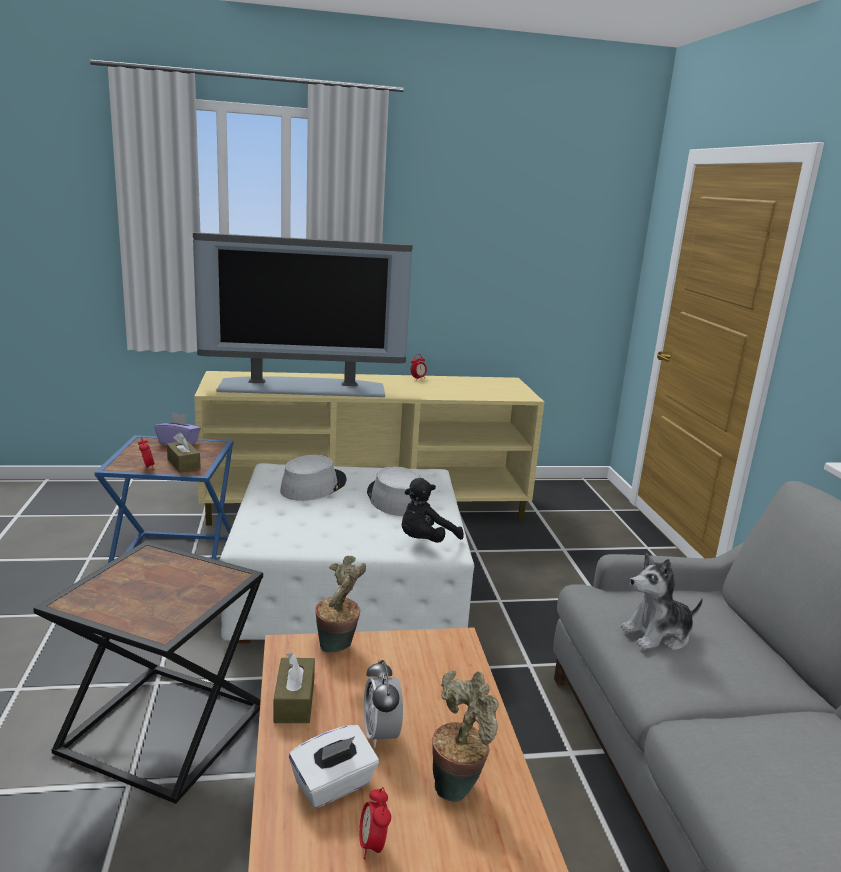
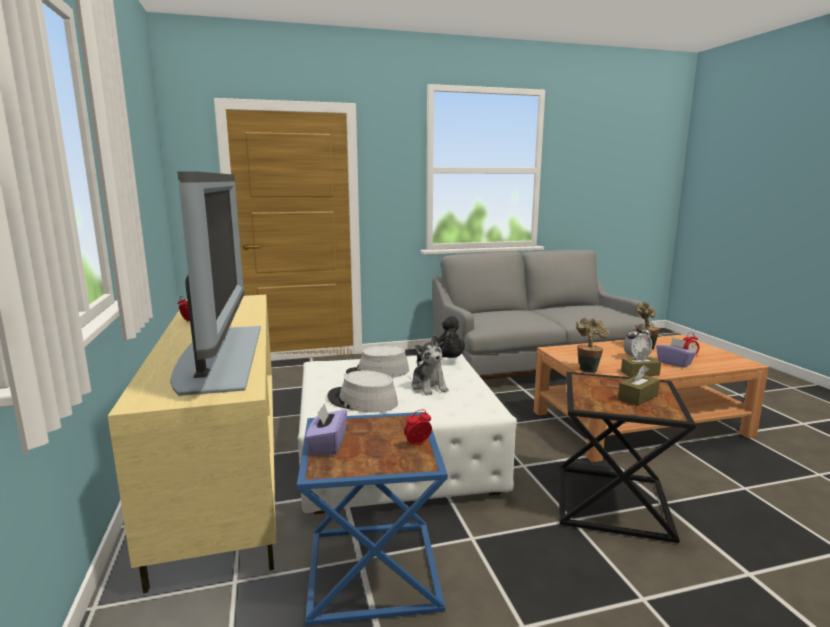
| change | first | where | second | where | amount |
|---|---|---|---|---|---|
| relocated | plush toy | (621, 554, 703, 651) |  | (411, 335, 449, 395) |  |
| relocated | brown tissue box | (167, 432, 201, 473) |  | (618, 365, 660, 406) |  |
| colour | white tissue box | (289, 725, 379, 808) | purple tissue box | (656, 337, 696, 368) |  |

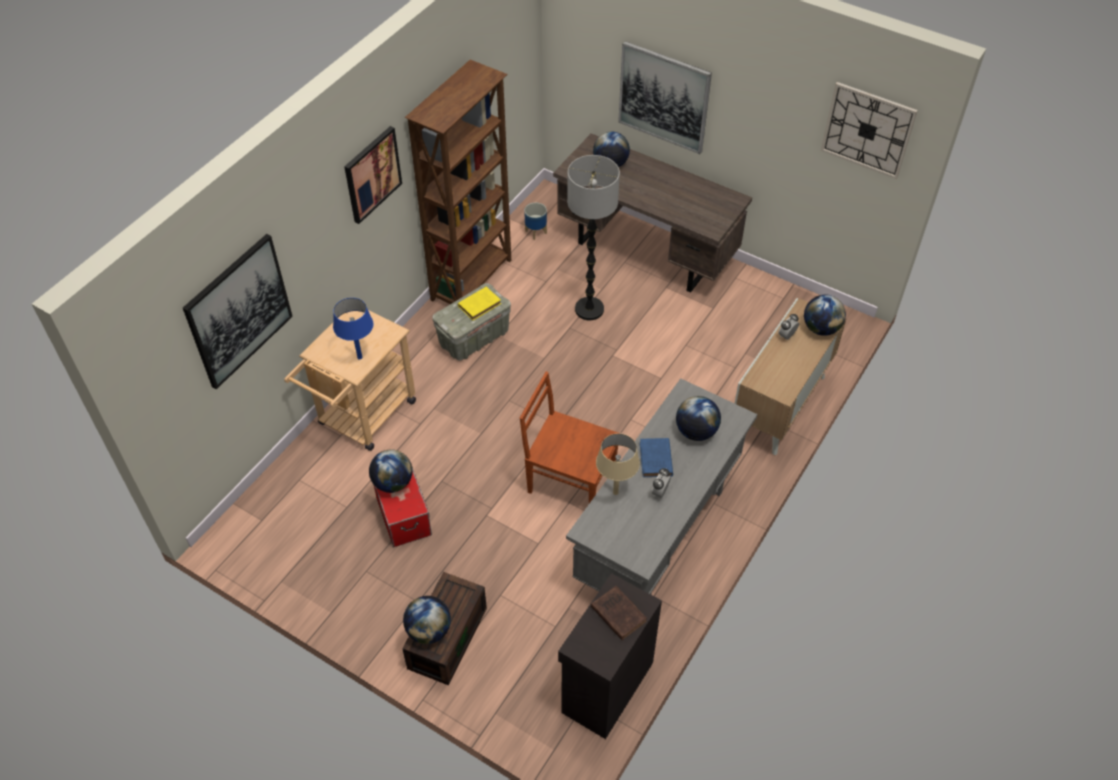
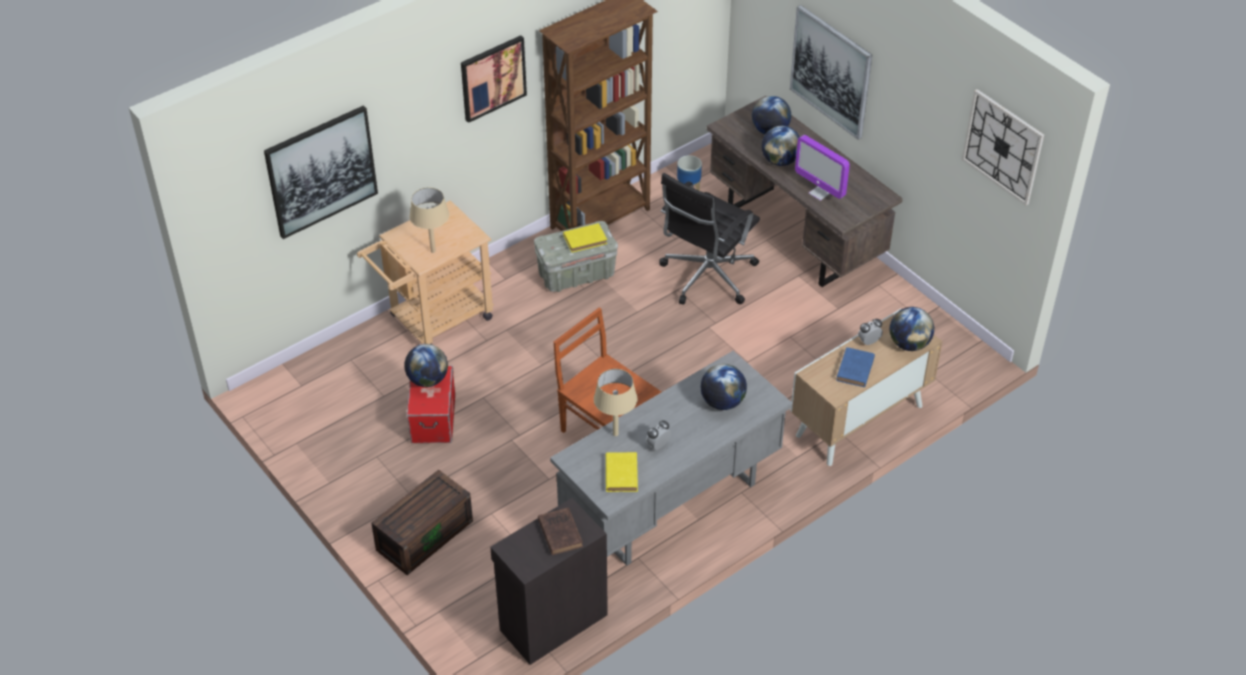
| change | first | where | second | where | amount |
|---|---|---|---|---|---|
| colour | blue table lamp | (333, 298, 373, 359) | beige table lamp | (409, 187, 449, 253) |  |
| appeared |  |  | yellow book | (606, 452, 638, 492) |  |
| exchanged | floor lamp | (567, 155, 620, 320) | black office chair | (659, 173, 760, 305) |  |
| relocated | globe | (403, 596, 451, 644) |  | (761, 126, 800, 166) |  |
| appeared |  |  | monitor | (795, 135, 850, 201) |  |
| relocated | blue book | (640, 438, 673, 477) |  | (836, 347, 875, 387) |  |

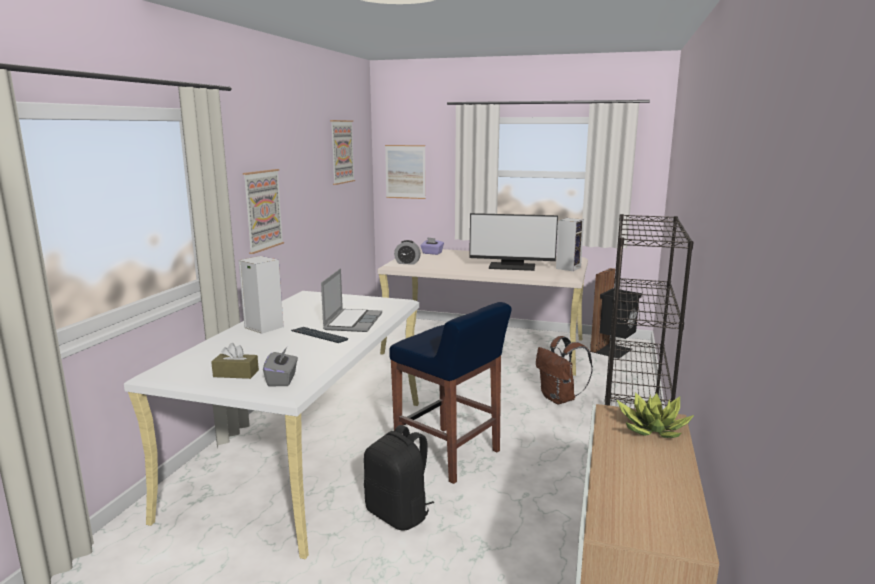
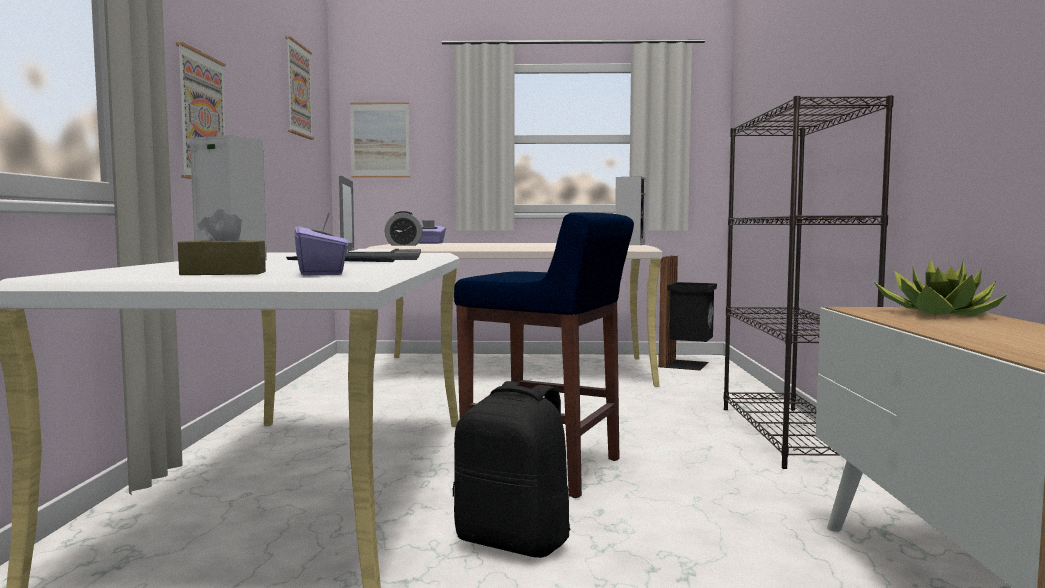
| change | first | where | second | where | amount |
|---|---|---|---|---|---|
| colour | grey tissue box | (263, 347, 298, 386) | purple tissue box | (294, 212, 349, 276) |  |
| missing | monitor | (469, 213, 558, 271) |  |  |  |
| missing | brown backpack | (536, 336, 593, 404) |  |  |  |

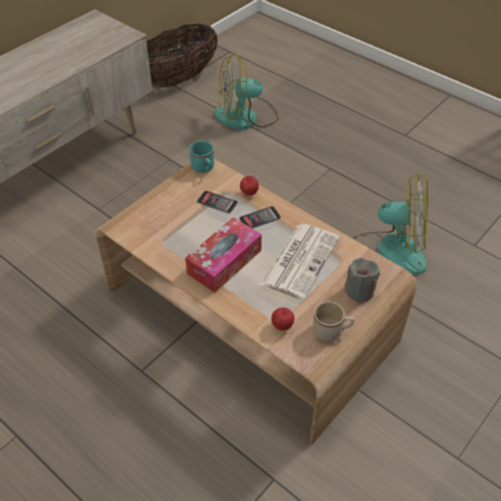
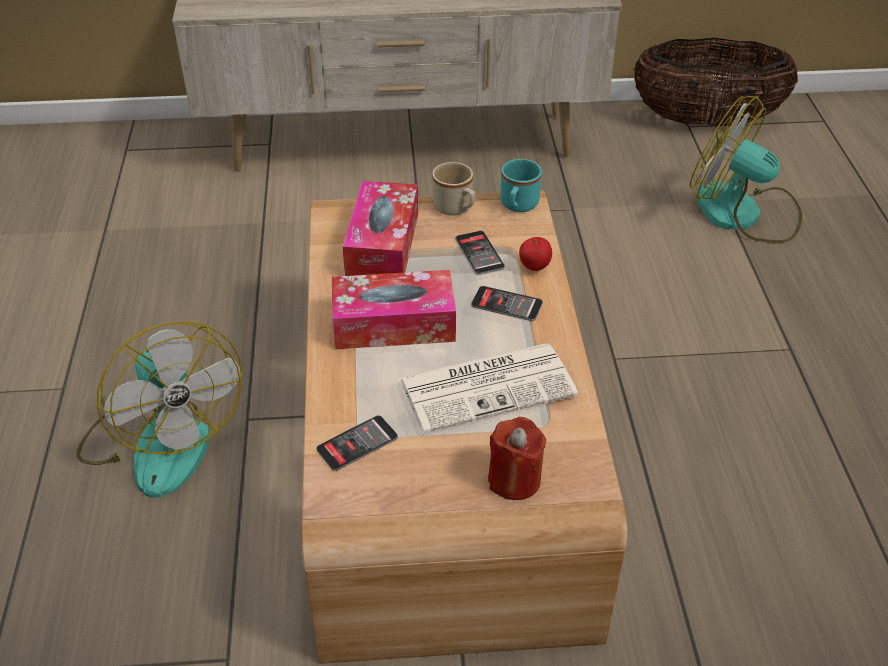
| change | first | where | second | where | amount |
|---|---|---|---|---|---|
| relocated | fan | (353, 174, 428, 274) |  | (76, 321, 243, 498) |  |
| exchanged | apple | (271, 308, 295, 331) | phone | (316, 415, 398, 471) |  |
| appeared |  |  | tissue box | (343, 181, 418, 276) |  |
| relocated | beige mug | (313, 301, 354, 341) |  | (432, 162, 475, 216) |  |
| colour | grey candle | (345, 258, 380, 302) | red candle | (488, 417, 546, 500) |  |

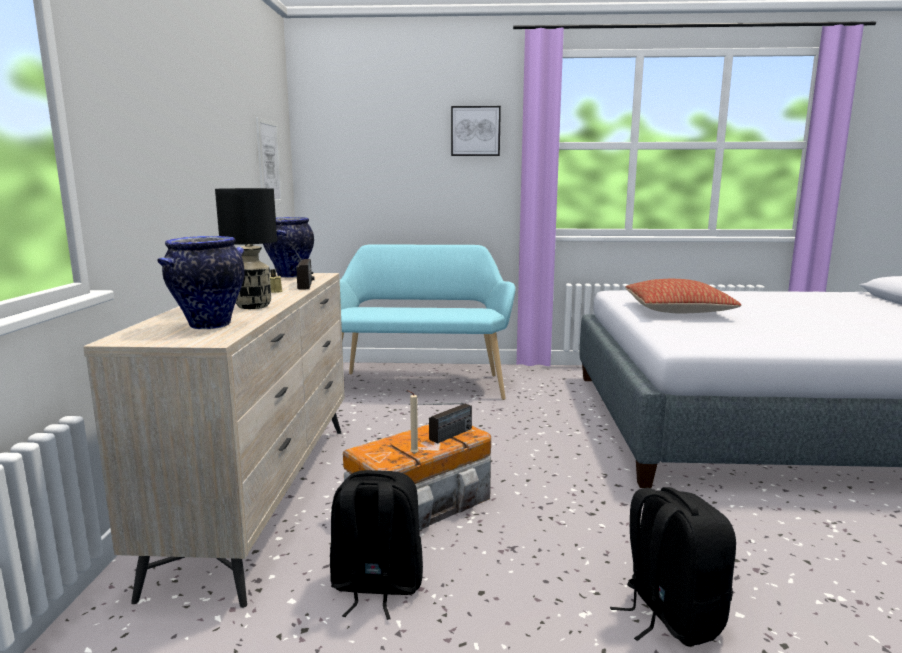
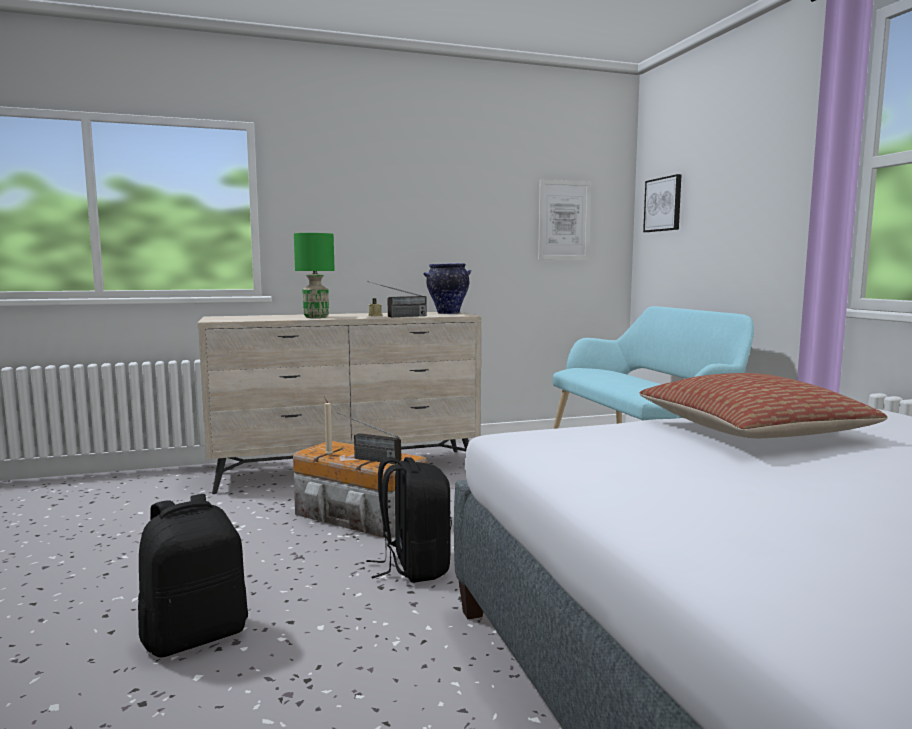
| change | first | where | second | where | amount |
|---|---|---|---|---|---|
| colour | black table lamp | (215, 188, 277, 309) | green table lamp | (294, 233, 335, 318) |  |
| relocated | black backpack | (330, 470, 423, 620) |  | (366, 457, 452, 583) |  |
| relocated | picture | (451, 106, 501, 156) |  | (643, 174, 682, 232) |  |
| missing | vase | (157, 236, 245, 329) |  |  |  |

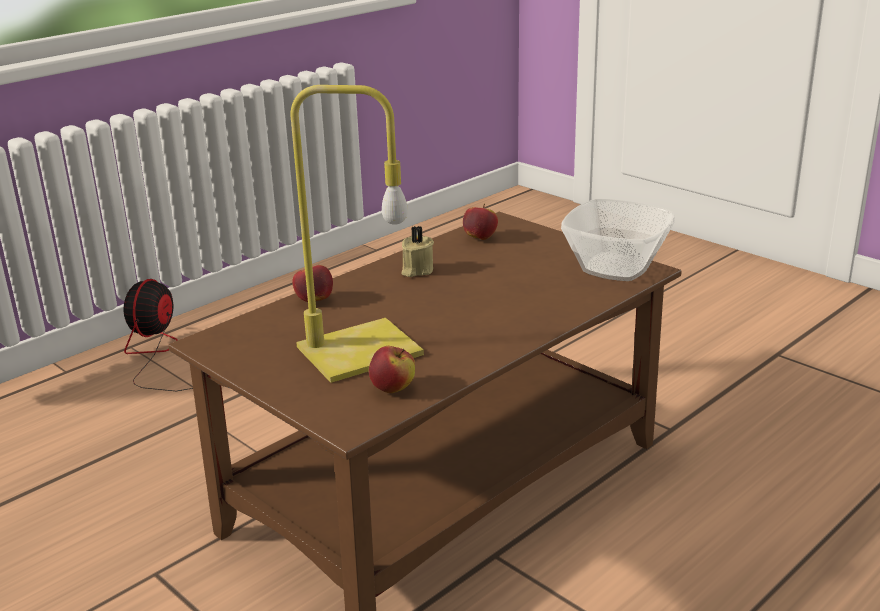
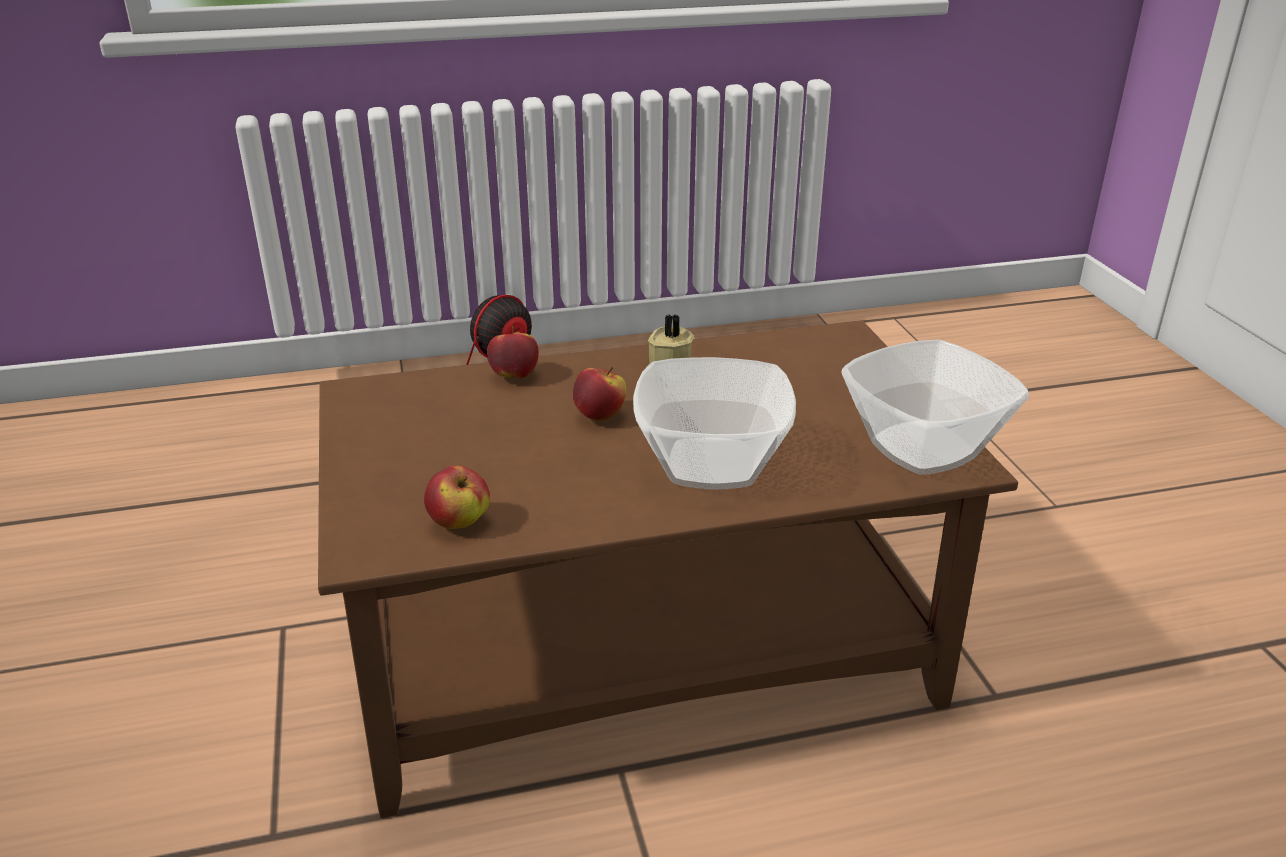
| change | first | where | second | where | amount |
|---|---|---|---|---|---|
| relocated | apple | (463, 203, 498, 240) |  | (573, 367, 626, 421) |  |
| appeared |  |  | bowl | (633, 357, 796, 489) |  |
| missing | yellow table lamp | (291, 85, 424, 383) |  |  |  |

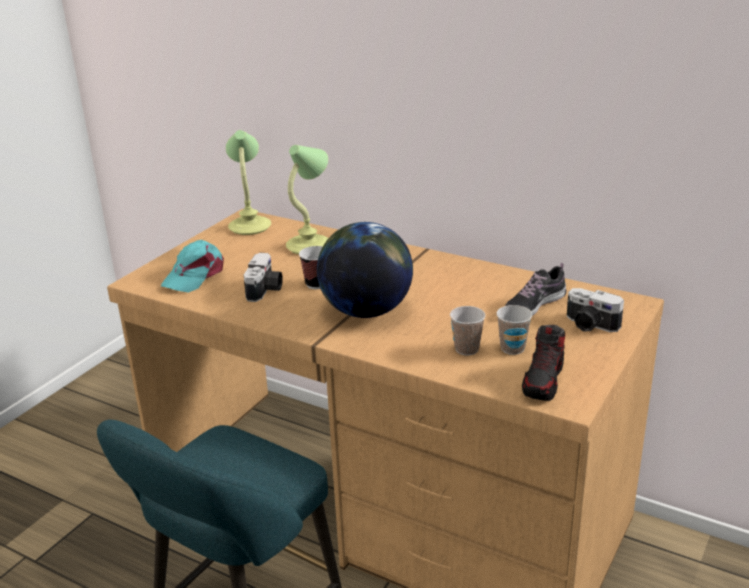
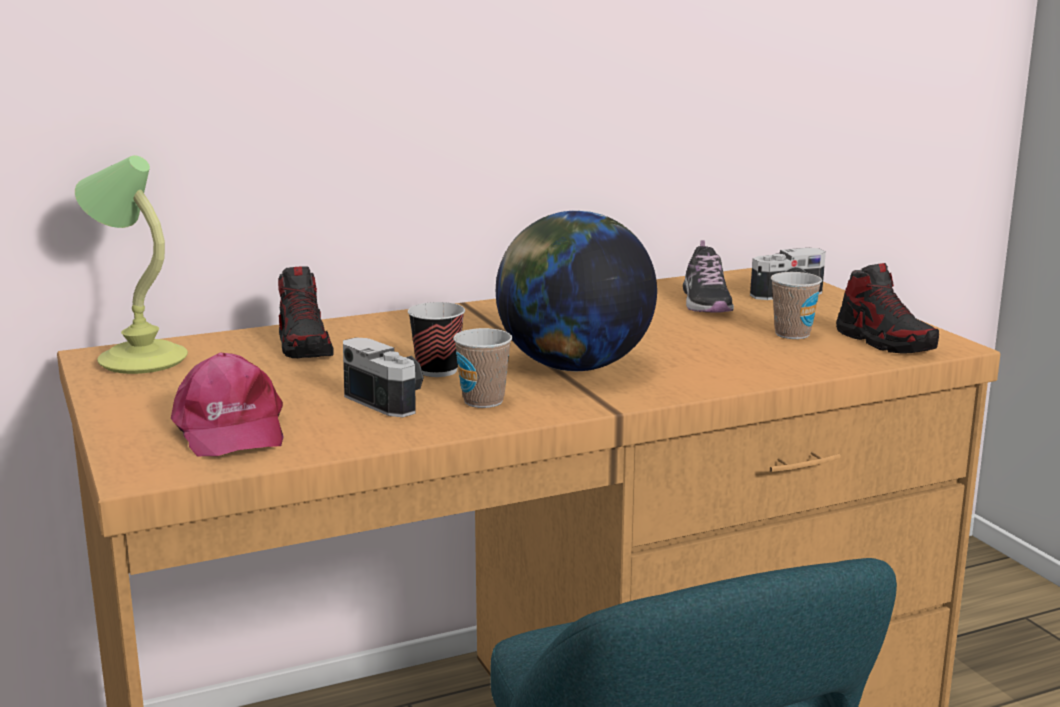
| change | first | where | second | where | amount |
|---|---|---|---|---|---|
| colour | turquoise cap | (161, 240, 224, 293) | pink cap | (171, 352, 284, 456) |  |
| exchanged | table lamp | (286, 145, 328, 254) | shoe | (278, 266, 333, 358) |  |
| relocated | cup | (450, 306, 486, 355) |  | (453, 328, 512, 408) |  |

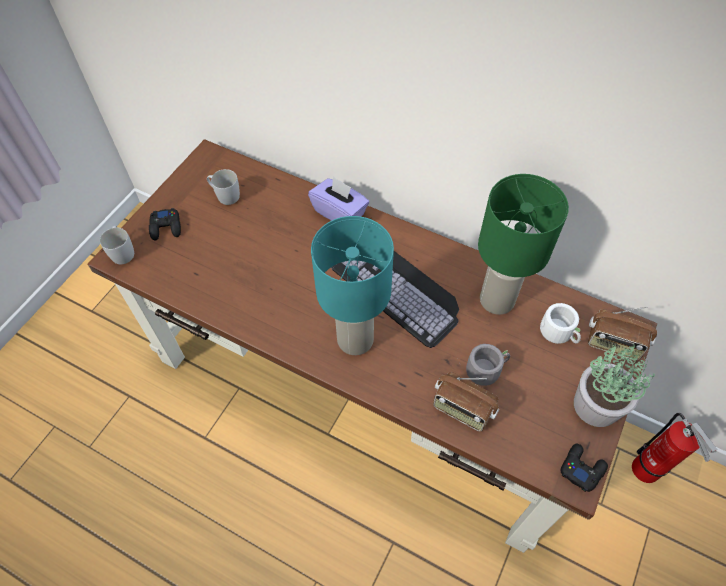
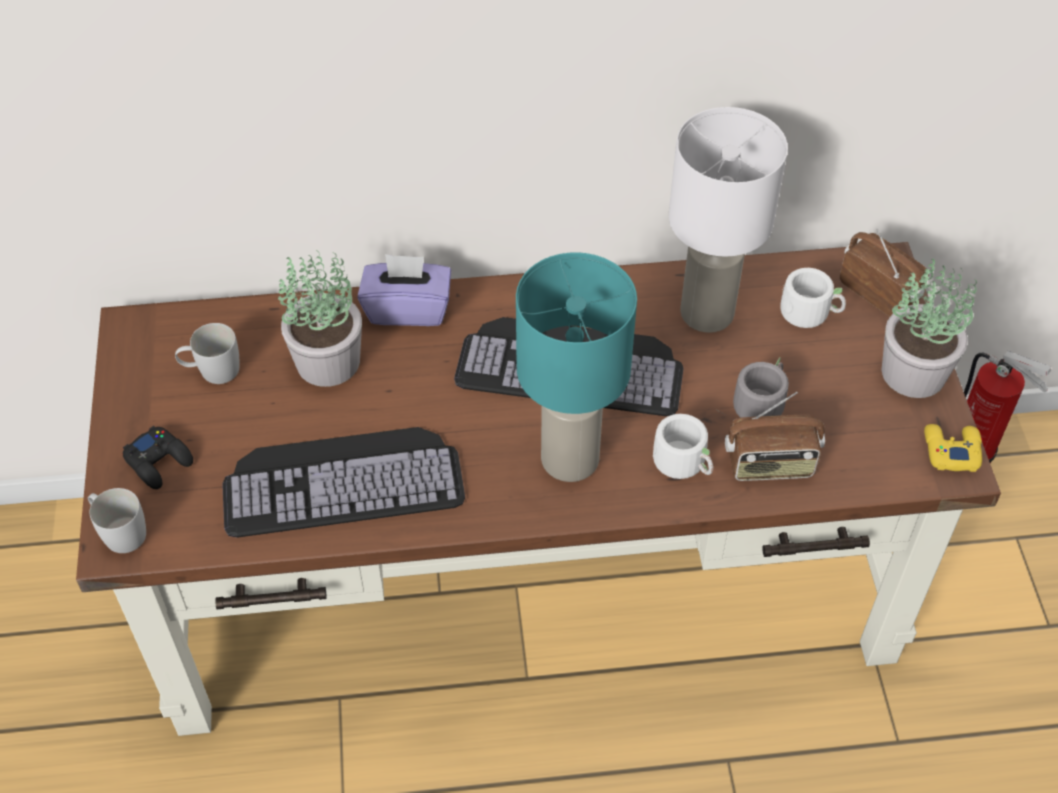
| change | first | where | second | where | amount |
|---|---|---|---|---|---|
| appeared |  |  | keyboard | (222, 427, 465, 538) |  |
| appeared |  |  | potted plant | (278, 250, 362, 387) |  |
| appeared |  |  | white mug | (653, 414, 713, 479) |  |
| colour | green table lamp | (478, 174, 569, 315) | white table lamp | (669, 107, 788, 333) |  |
| spun | radio | (588, 307, 657, 360) |  | (840, 228, 929, 316) | 120 degrees counterclockwise |
| colour | black game controller | (561, 444, 608, 492) | yellow game controller | (924, 424, 982, 472) |  |

